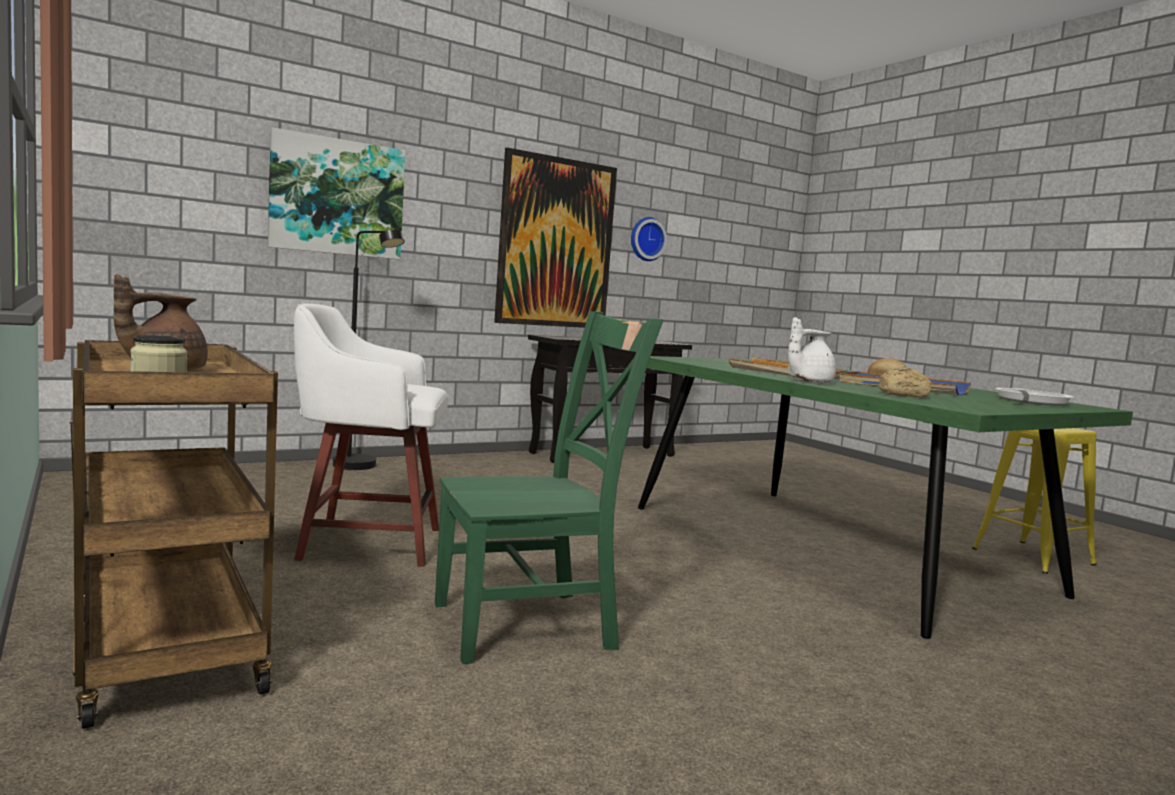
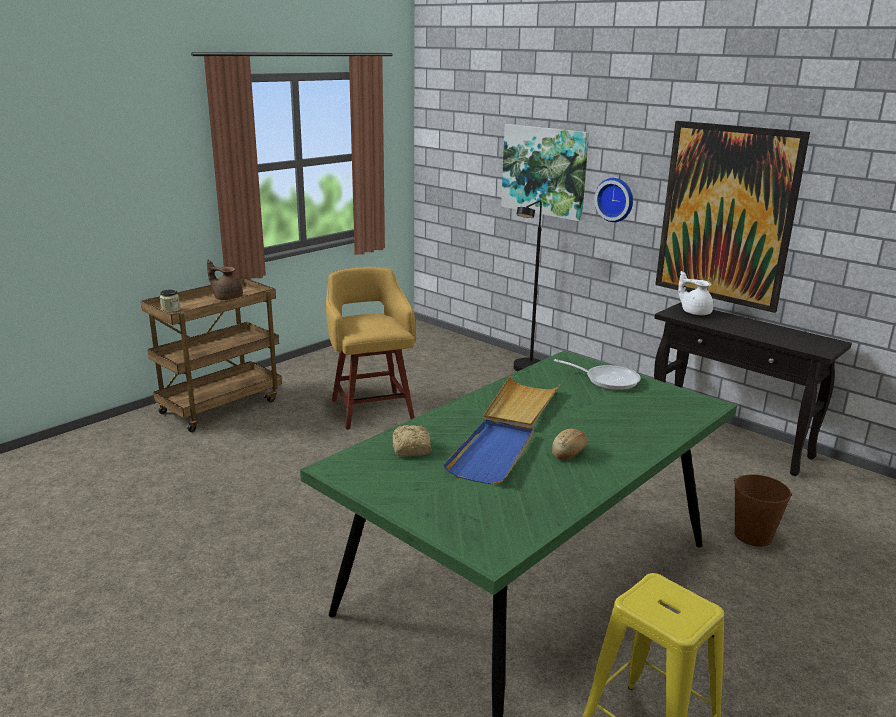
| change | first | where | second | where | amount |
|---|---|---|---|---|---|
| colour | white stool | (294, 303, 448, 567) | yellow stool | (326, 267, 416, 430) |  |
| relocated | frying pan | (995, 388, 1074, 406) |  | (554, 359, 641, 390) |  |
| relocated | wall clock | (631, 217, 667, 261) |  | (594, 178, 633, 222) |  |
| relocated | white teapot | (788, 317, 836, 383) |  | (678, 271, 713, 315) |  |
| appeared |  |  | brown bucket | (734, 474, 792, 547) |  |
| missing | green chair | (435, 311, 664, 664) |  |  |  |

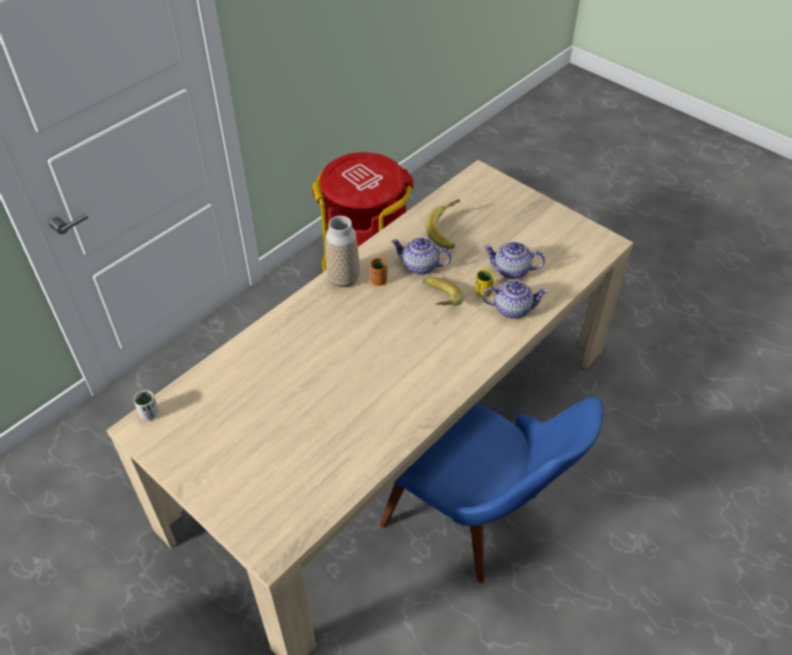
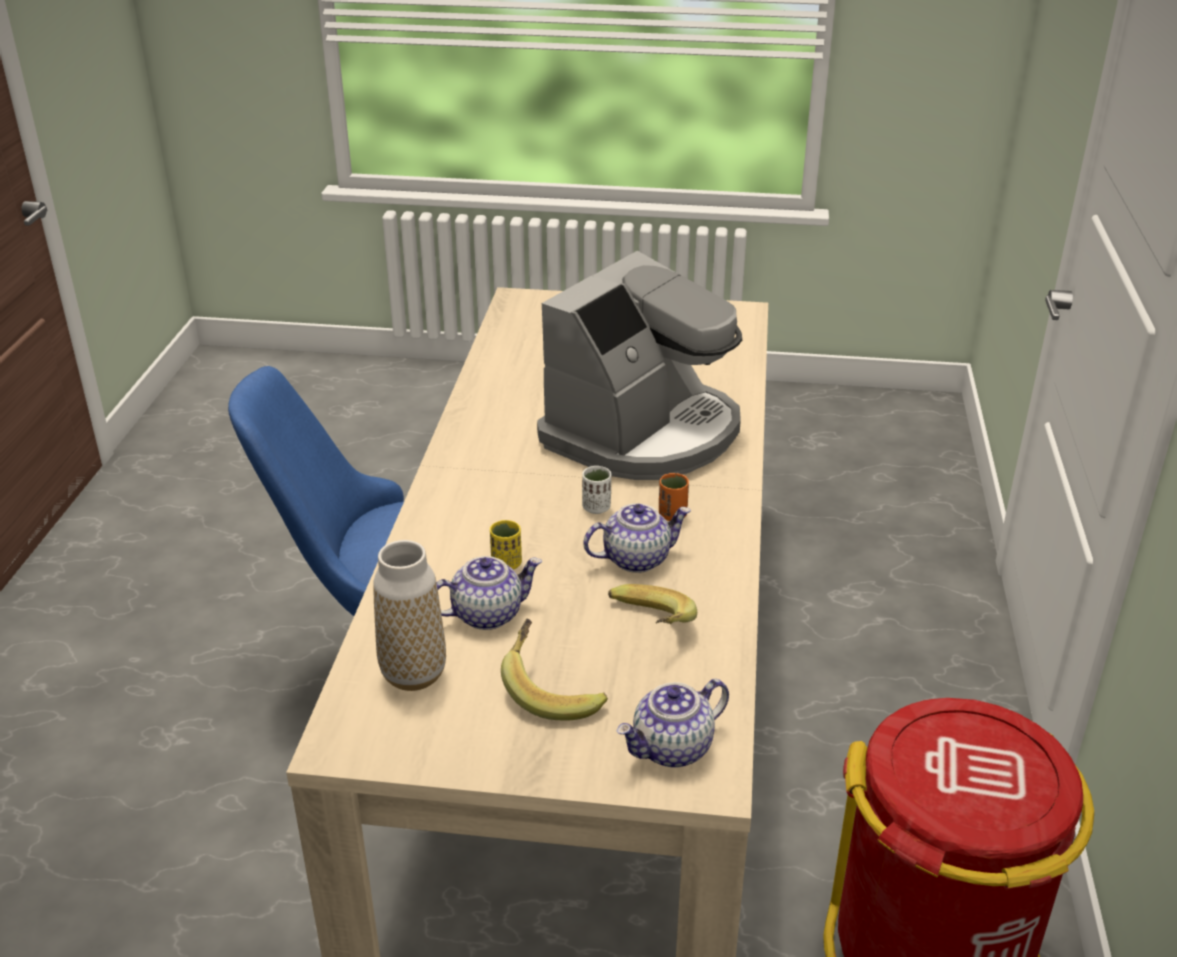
| change | first | where | second | where | amount |
|---|---|---|---|---|---|
| relocated | vase | (326, 216, 360, 287) |  | (373, 540, 446, 691) |  |
| relocated | banana | (423, 277, 464, 306) |  | (501, 619, 608, 720) |  |
| appeared |  |  | coffee machine | (537, 251, 742, 480) |  |
| relocated | white cup | (134, 390, 159, 421) |  | (582, 466, 611, 514) |  |
| relocated | teapot | (482, 279, 548, 319) |  | (616, 679, 729, 768) |  |

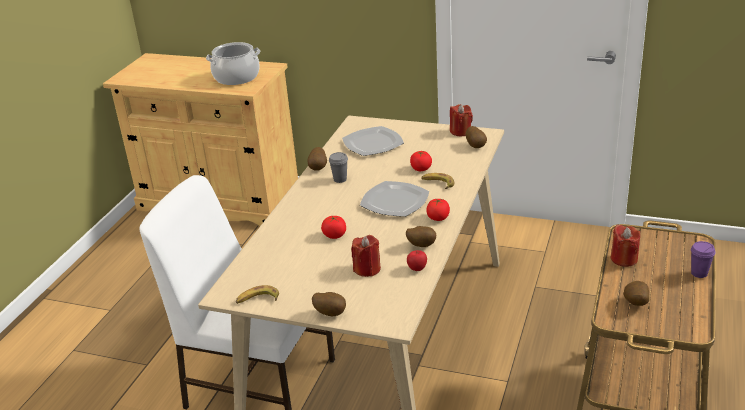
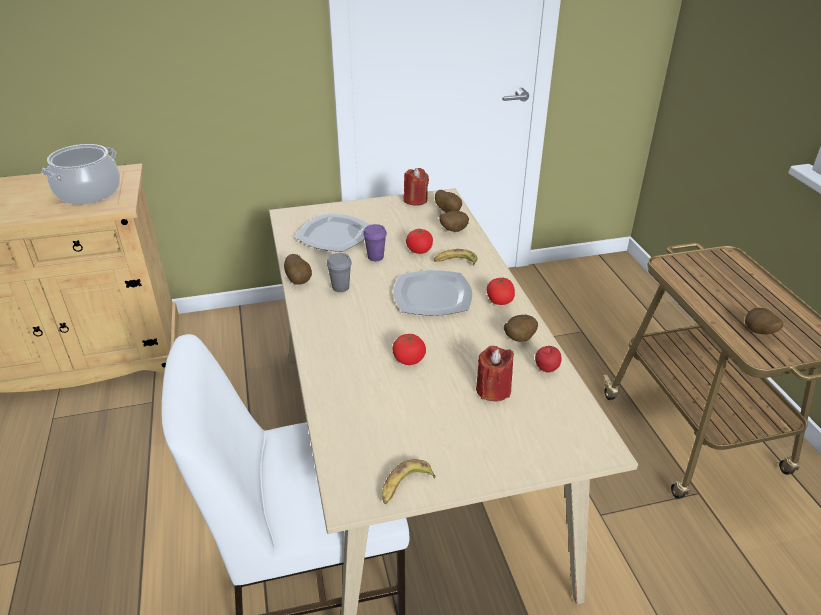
| change | first | where | second | where | amount |
|---|---|---|---|---|---|
| relocated | purple cup | (691, 241, 715, 278) |  | (363, 224, 387, 261) |  |
| relocated | potato | (312, 292, 346, 316) |  | (439, 211, 469, 232) |  |
| missing | red candle | (611, 225, 640, 267) |  |  |  |

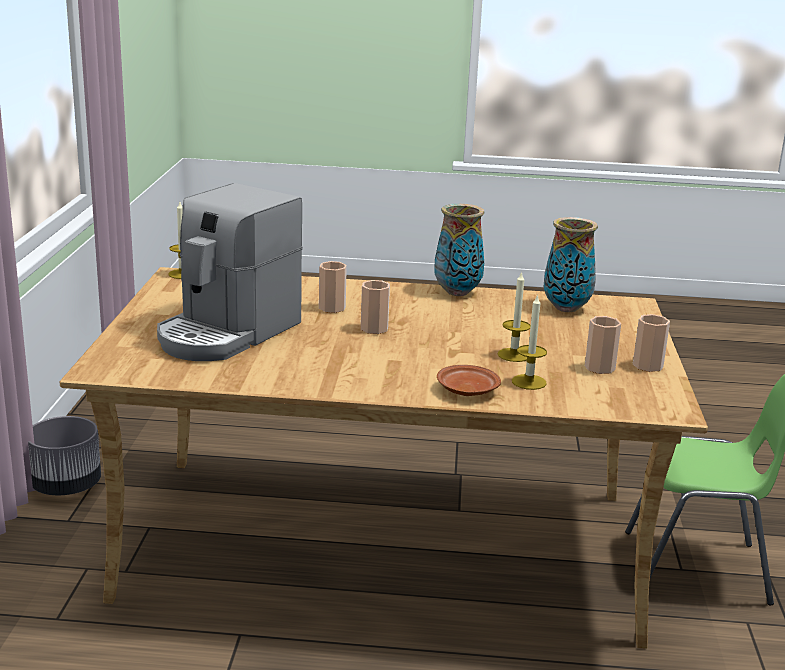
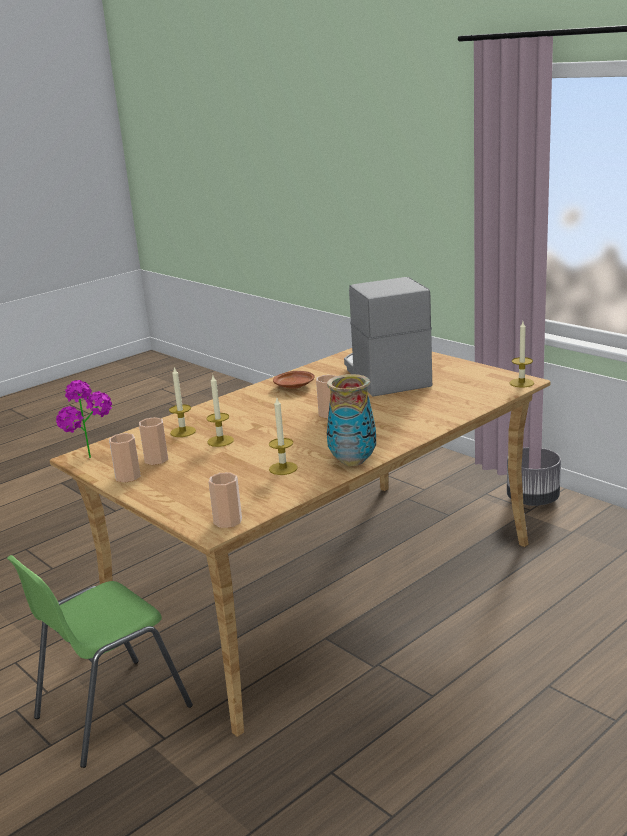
| change | first | where | second | where | amount |
|---|---|---|---|---|---|
| appeared |  |  | potted plant | (56, 380, 112, 458) |  |
| relocated | cup | (319, 261, 347, 313) |  | (208, 472, 242, 528) |  |
| appeared |  |  | candle | (269, 398, 298, 475) |  |
| relocated | brown plate | (437, 365, 501, 396) |  | (273, 371, 315, 389) |  |
| missing | vase | (544, 217, 598, 312) |  |  |  |

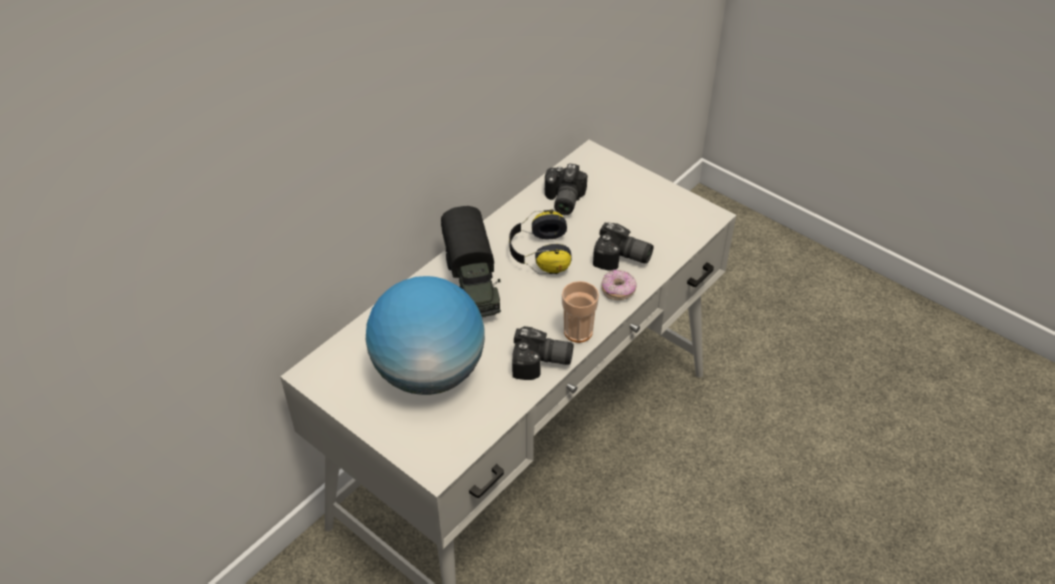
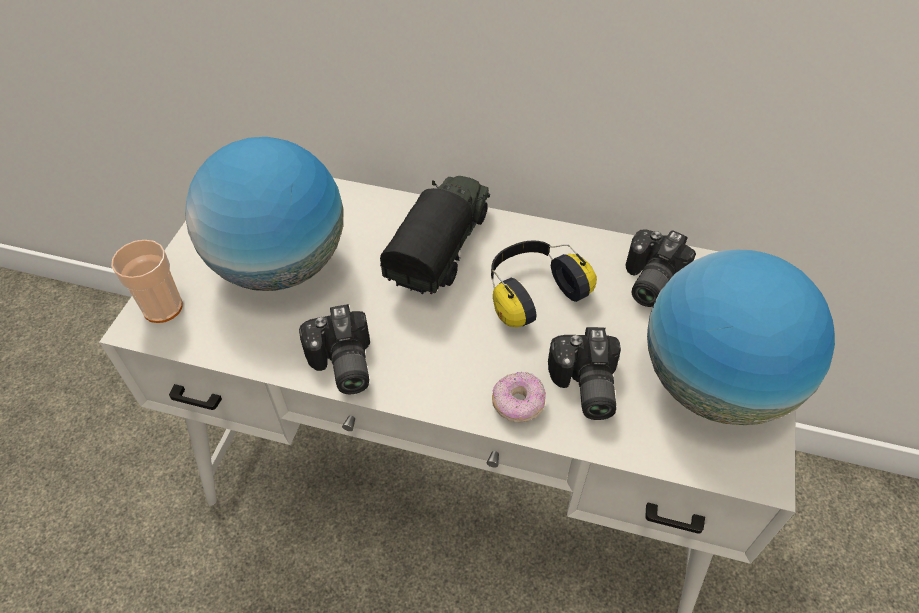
| change | first | where | second | where | amount |
|---|---|---|---|---|---|
| relocated | cup | (562, 281, 599, 343) |  | (111, 240, 183, 323) |  |
| spun | toy truck | (441, 206, 501, 318) |  | (380, 176, 490, 295) | 150 degrees clockwise |
| spun | photo camera | (545, 163, 588, 215) |  | (626, 229, 696, 307) | 45 degrees counterclockwise |
| appeared |  |  | globe | (647, 250, 835, 425) |  |

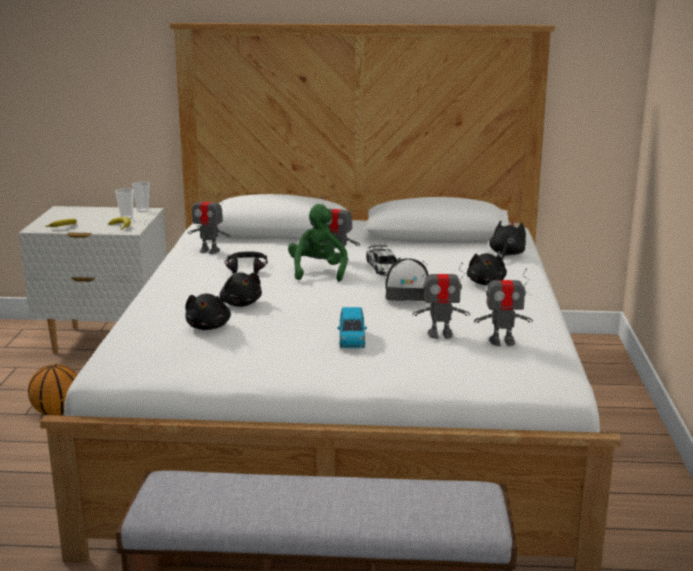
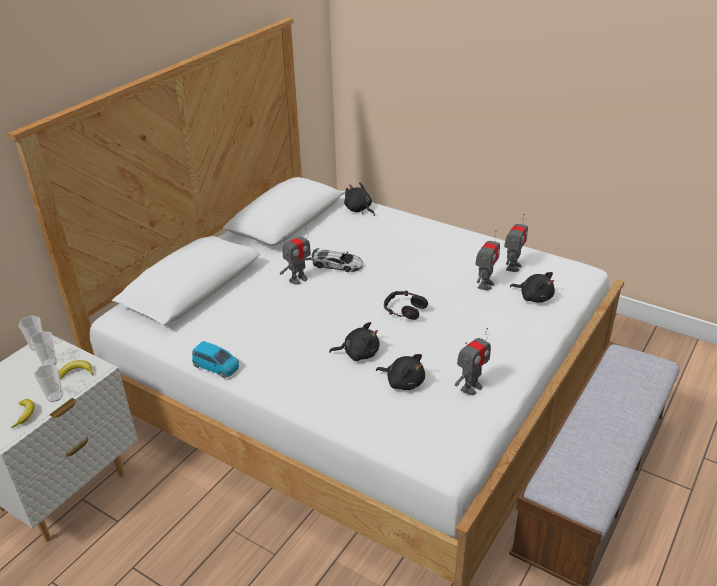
| change | first | where | second | where | amount |
|---|---|---|---|---|---|
| appeared |  |  | cup | (34, 364, 63, 402) |  |
| relocated | blue toy car | (337, 307, 367, 348) |  | (192, 341, 239, 378) |  |
| relocated | headphones | (224, 251, 268, 273) |  | (384, 290, 428, 320) |  |
| relocated | toy robot | (188, 190, 231, 254) |  | (455, 328, 491, 395) |  |
| relocated | black plush toy | (467, 253, 507, 285) |  | (510, 272, 555, 303) |  |
| missing | basketball | (28, 364, 77, 416) |  |  |  |
| missing | green plush toy | (288, 204, 348, 282) |  |  |  |
| missing | cap | (385, 258, 429, 301) |  |  |  |

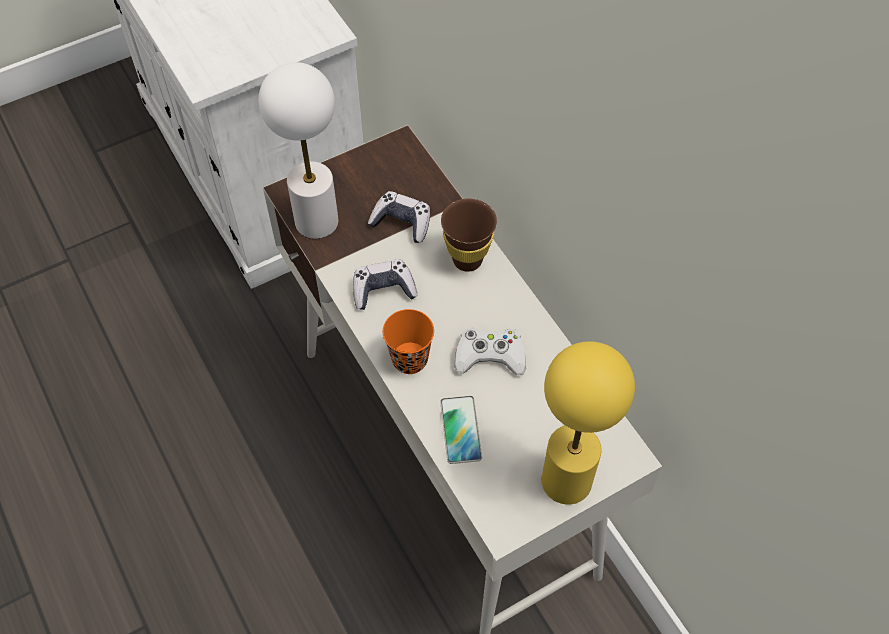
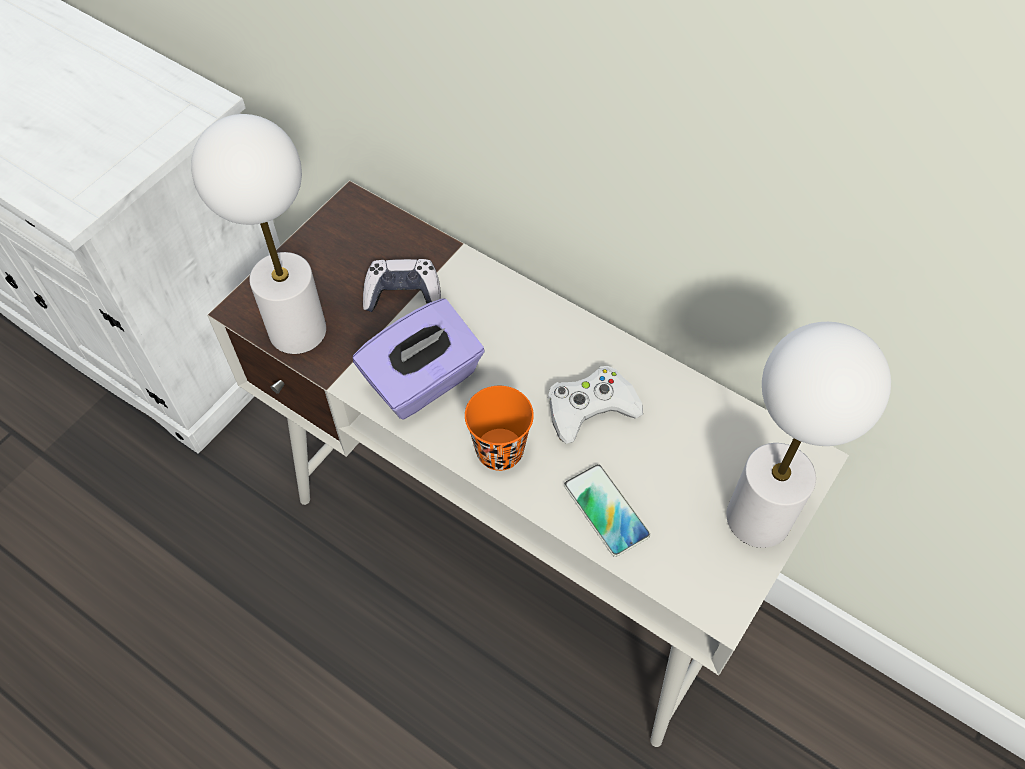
| change | first | where | second | where | amount |
|---|---|---|---|---|---|
| exchanged | game controller | (353, 260, 417, 310) | purple tissue box | (353, 298, 485, 419) |  |
| colour | yellow table lamp | (542, 341, 635, 505) | white table lamp | (726, 322, 891, 548) |  |
| missing | brown cup | (441, 199, 497, 272) |  |  |  |

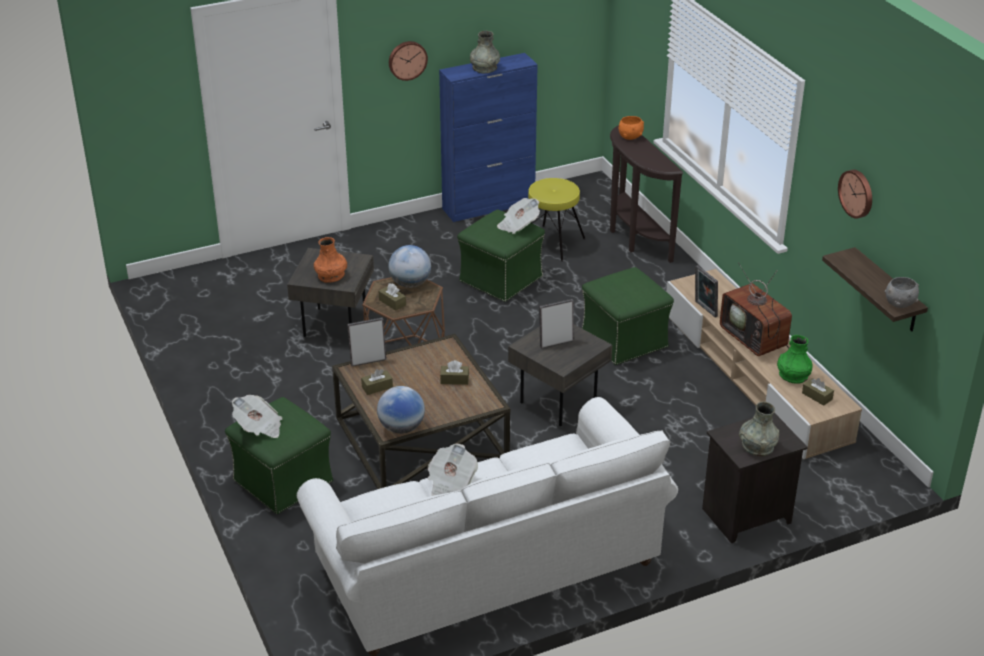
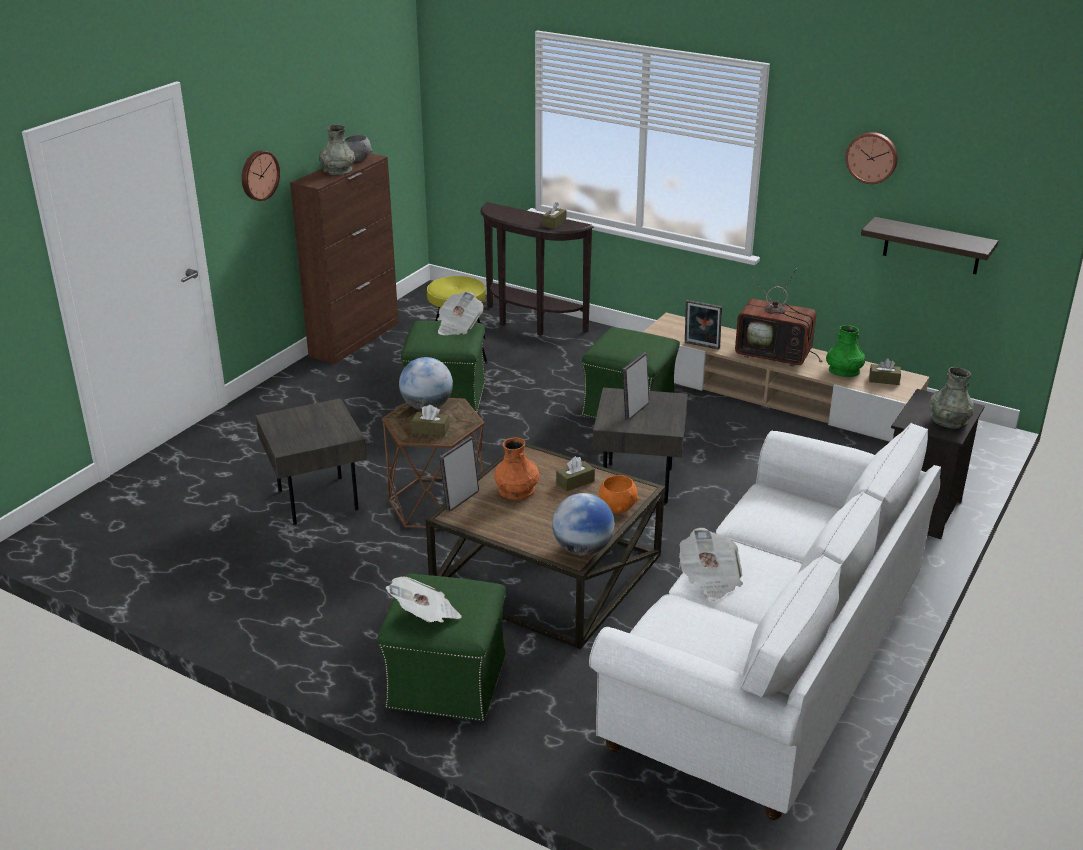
| change | first | where | second | where | amount |
|---|---|---|---|---|---|
| colour | blue cabinet | (439, 53, 538, 222) | brown cabinet | (290, 153, 399, 364) |  |
| relocated | grey bowl | (885, 277, 919, 308) |  | (345, 135, 372, 162) |  |
| relocated | orange vase | (314, 237, 347, 283) |  | (494, 437, 539, 501) |  |
| relocated | brown tissue box | (361, 369, 393, 395) |  | (542, 202, 566, 229) |  |
| relocated | orange bowl | (619, 116, 644, 140) |  | (597, 475, 639, 513) |  |

